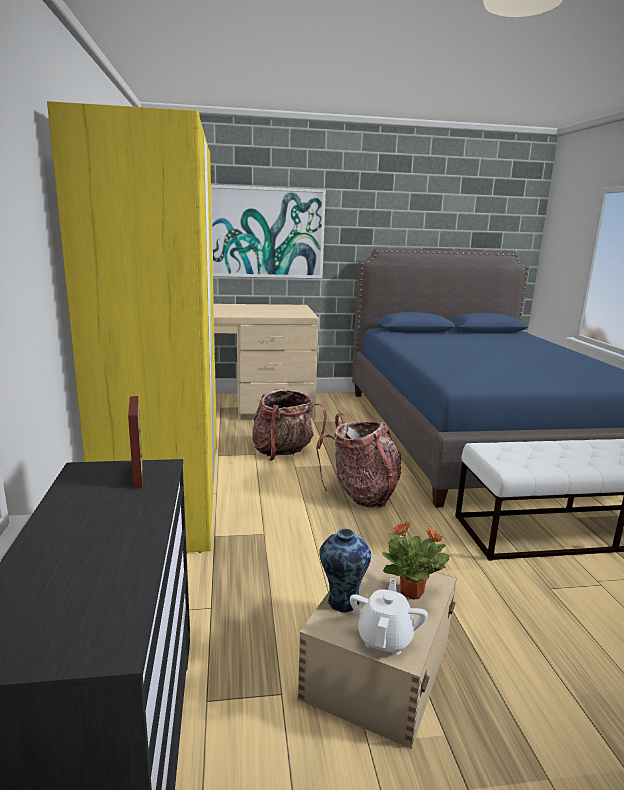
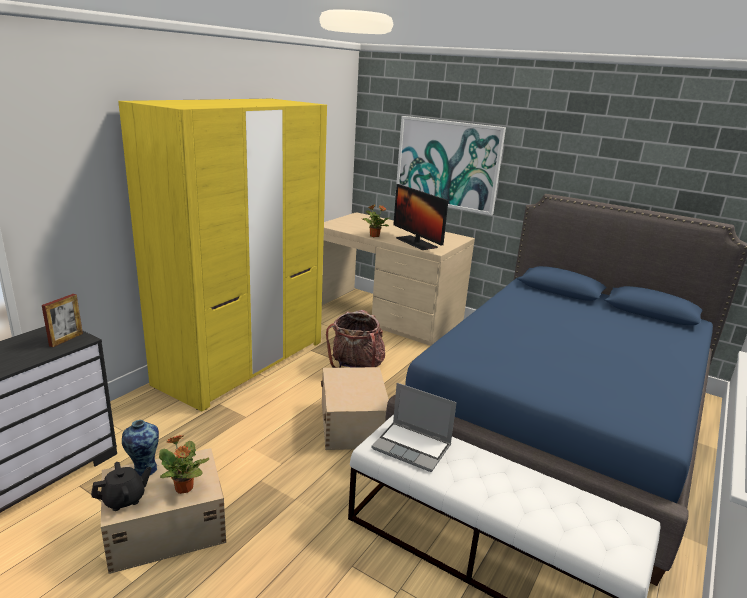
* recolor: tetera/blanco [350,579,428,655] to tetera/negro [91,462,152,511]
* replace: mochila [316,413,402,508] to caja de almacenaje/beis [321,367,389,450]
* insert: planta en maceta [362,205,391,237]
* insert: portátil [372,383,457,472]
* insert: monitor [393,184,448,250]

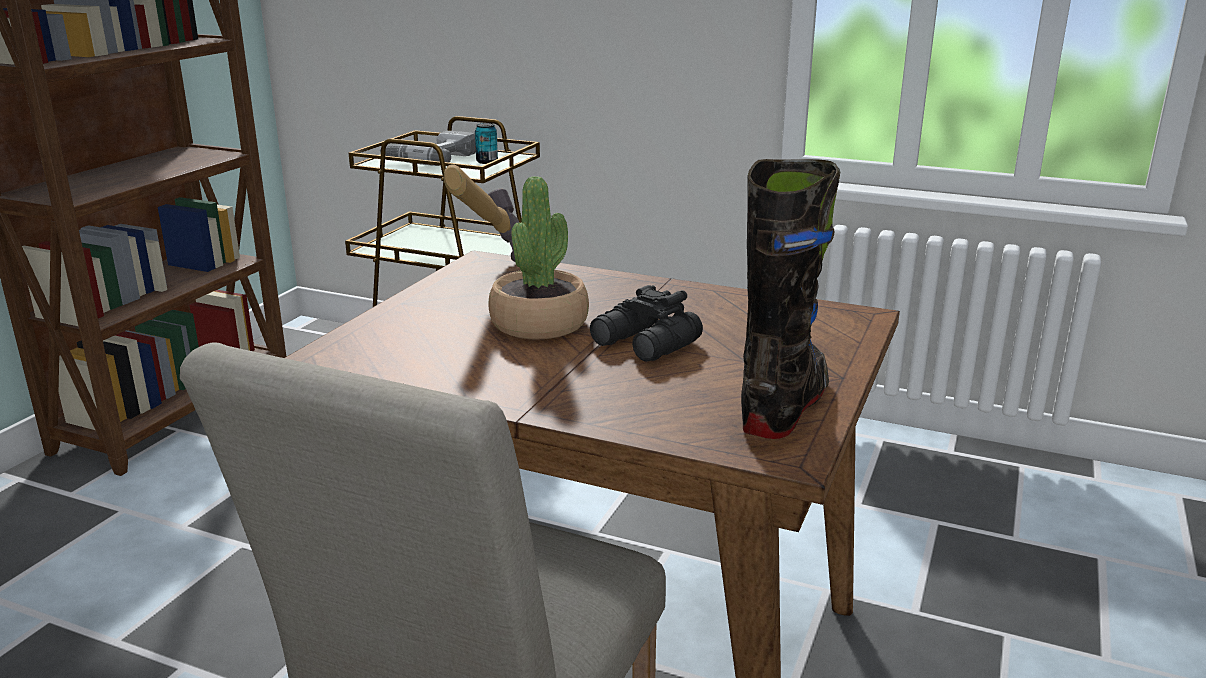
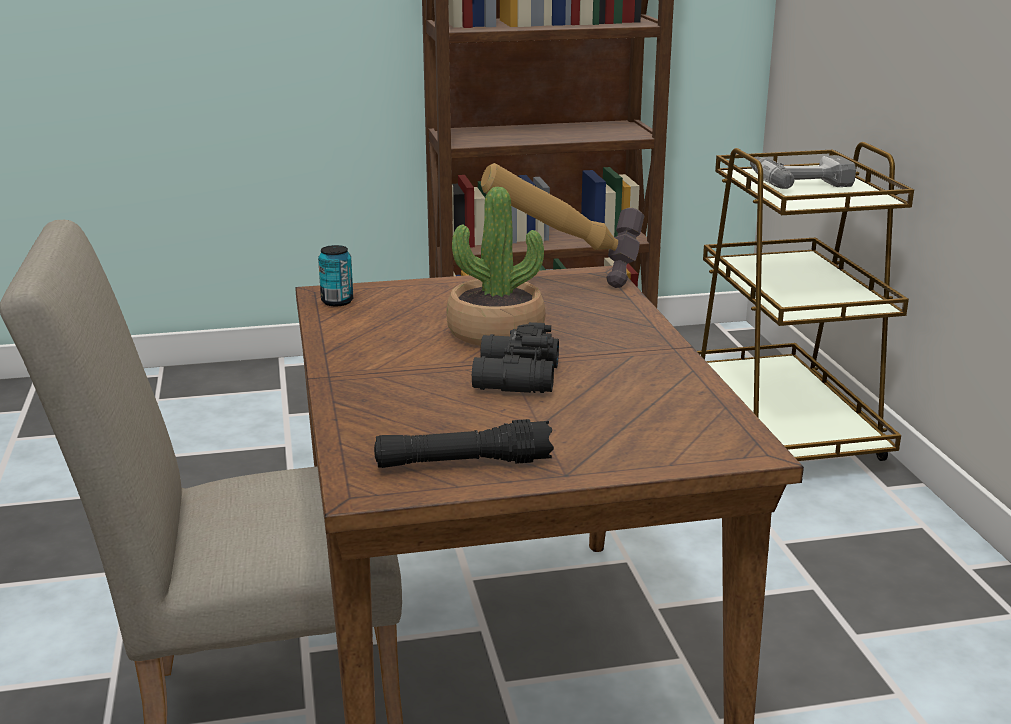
* move: lata [475,123,498,164] to [318,245,353,306]
* replace: bota/negro [741,159,840,439] to linterna/negro [374,419,554,468]

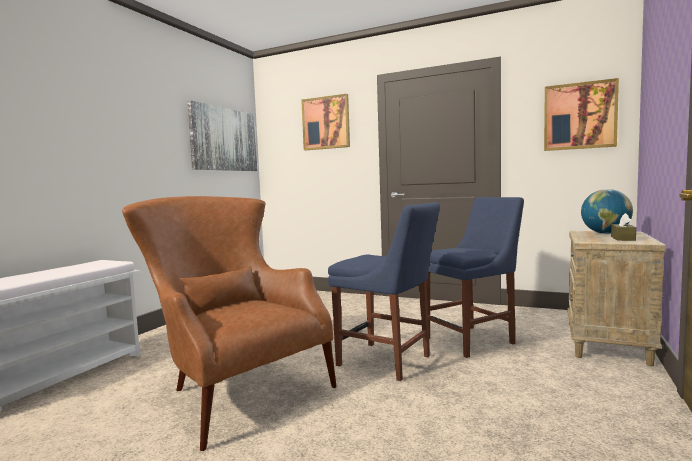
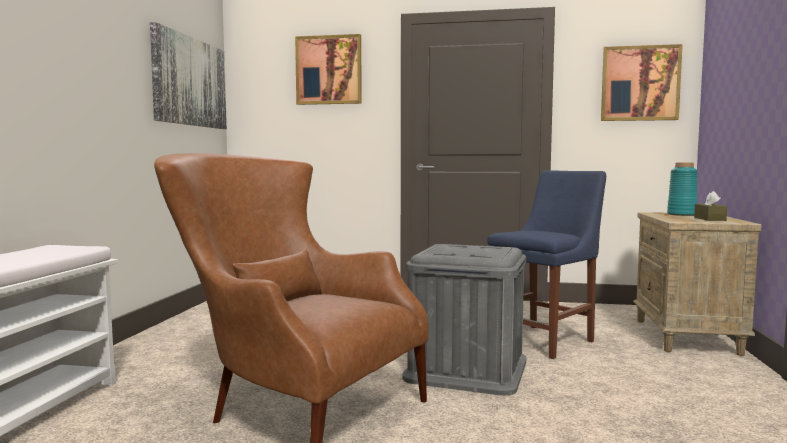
* replace: silla/azul [328,202,440,381] to caja de almacenaje/gris [402,244,526,396]
* replace: globo terráqueo [581,189,633,234] to florero/turquesa [667,163,698,216]

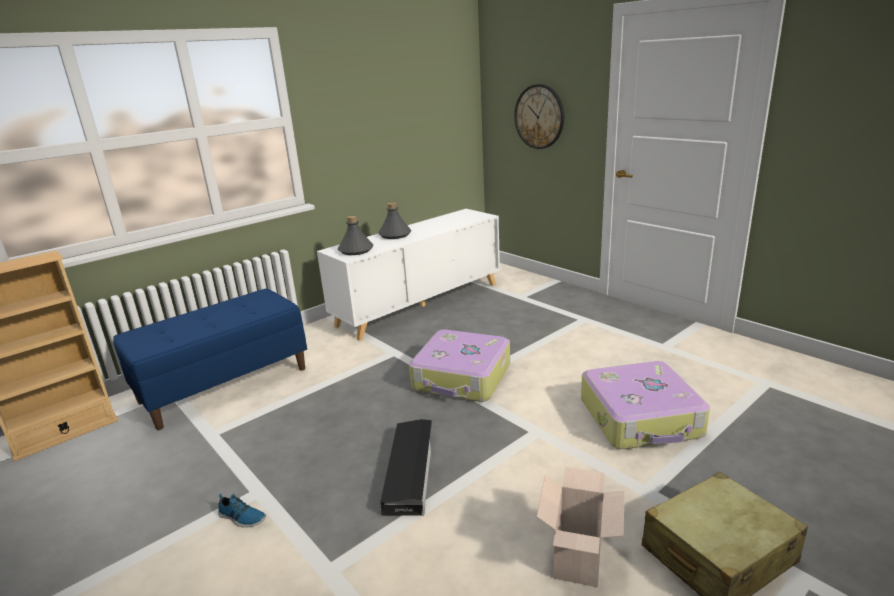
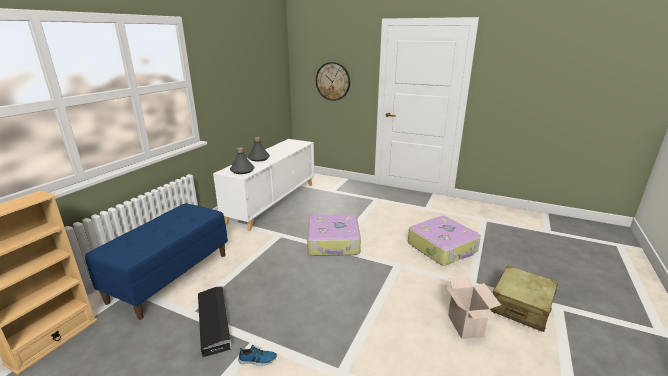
* move: caja de almacenaje/negro [380,419,432,516] to [198,286,232,357]

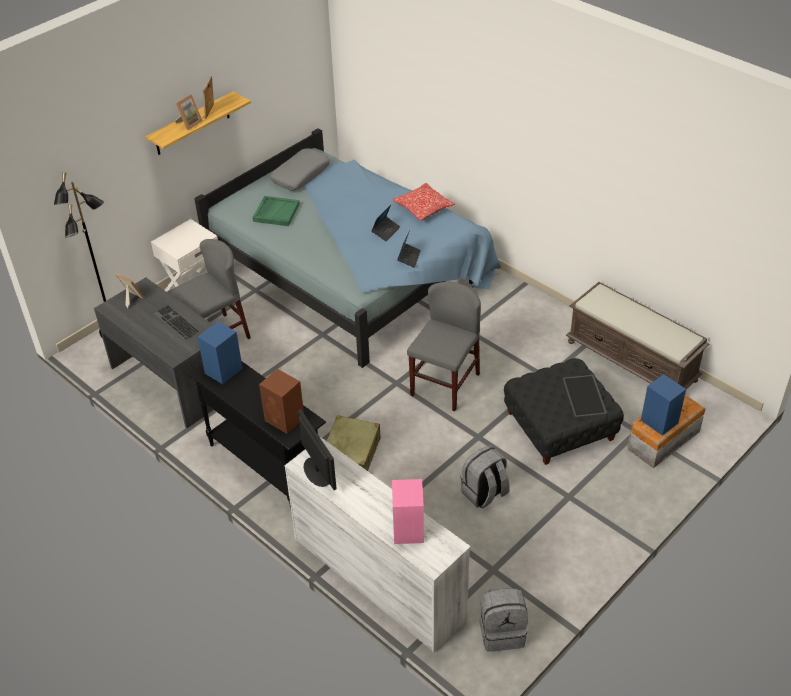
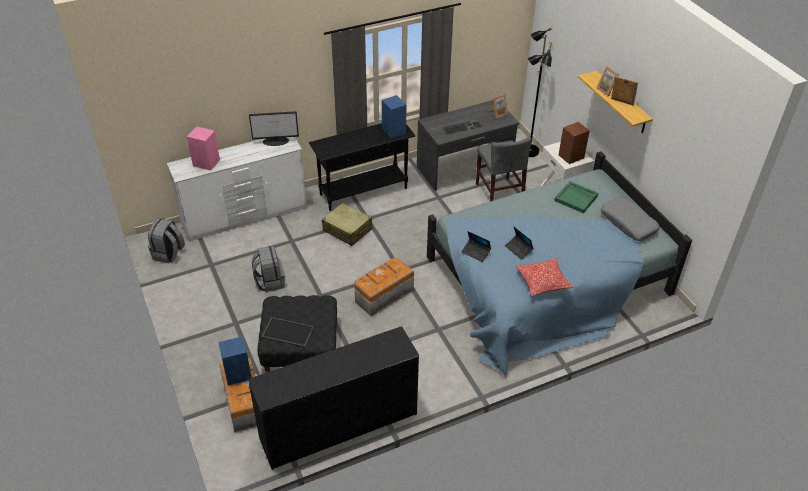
* replace: banco/marrón [566,282,709,389] to cómoda/negro [248,326,419,470]
* replace: silla/gris [407,282,481,411] to caja de almacenaje [354,258,414,316]
* move: altavoz/marrón [259,369,304,434] to [559,122,590,164]

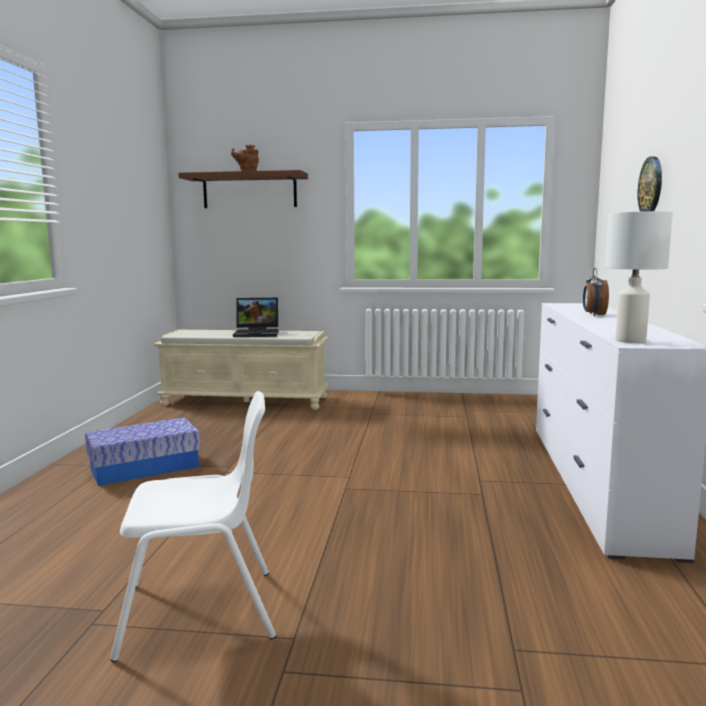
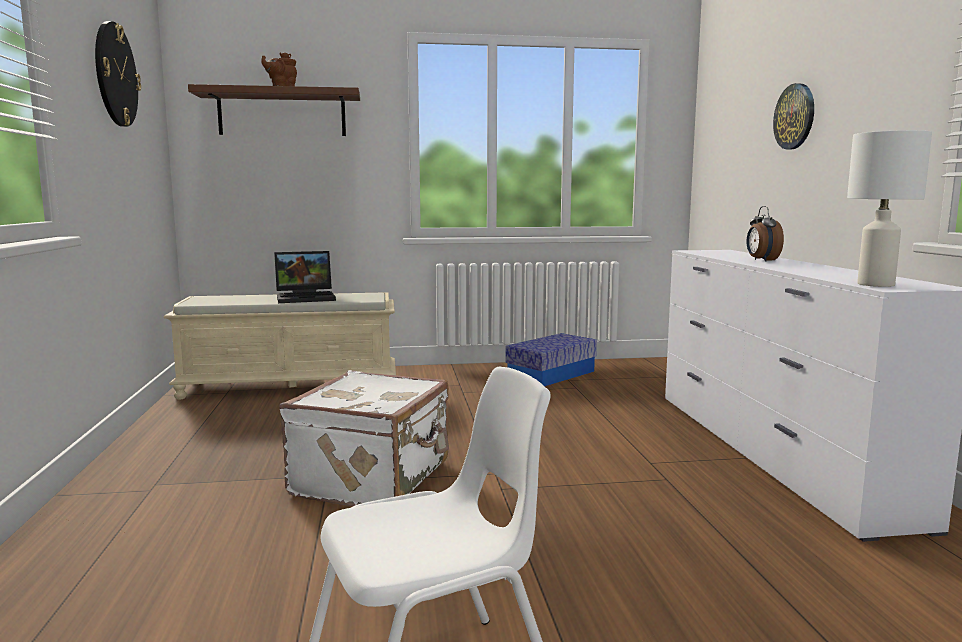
* insert: reloj de pared [95,21,141,127]
* insert: maleta/blanco [279,370,449,506]
* move: caja de almacenaje [85,417,201,486] to [505,333,597,386]

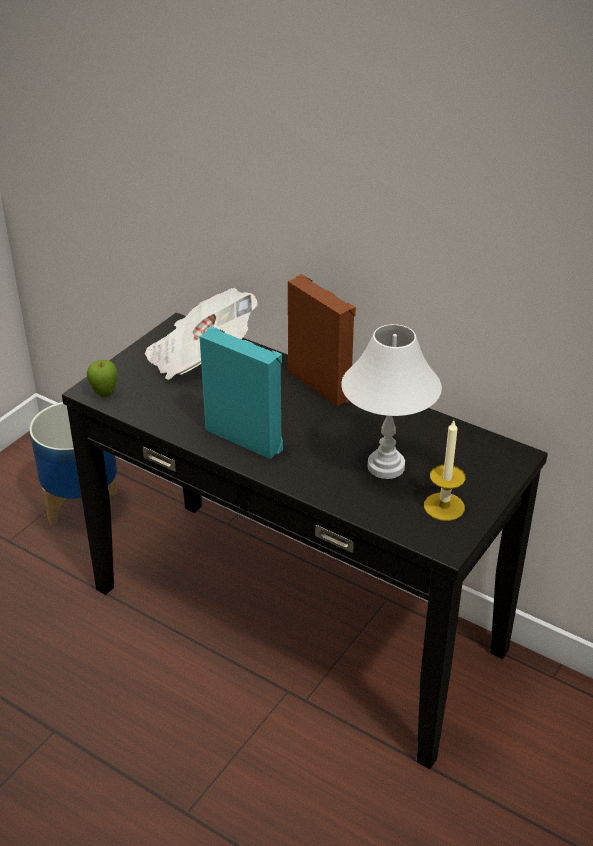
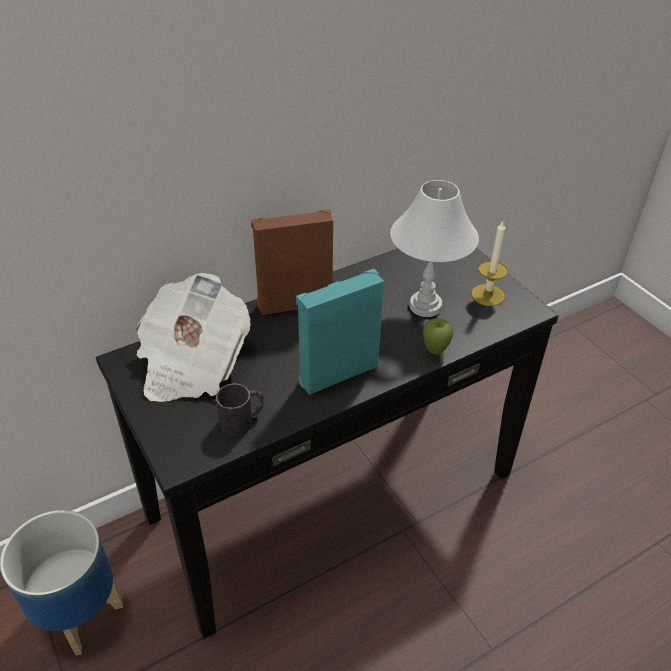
* insert: taza grande/negro [216,383,264,436]
* move: manzana [87,360,117,398] to [423,318,453,355]

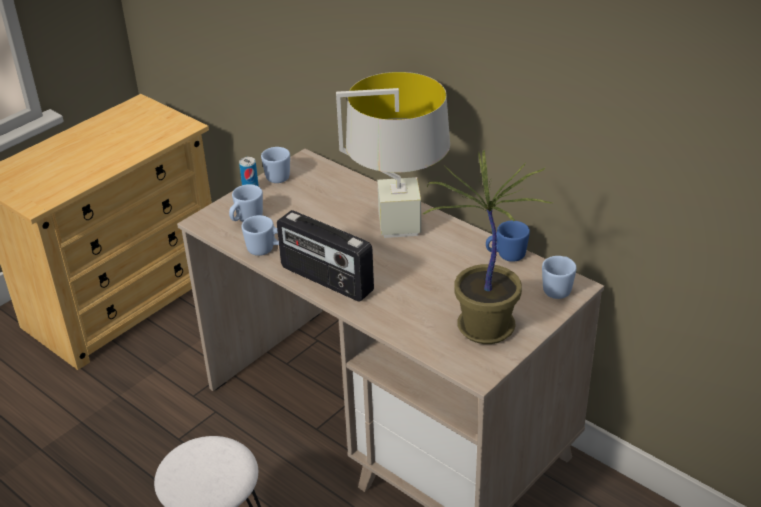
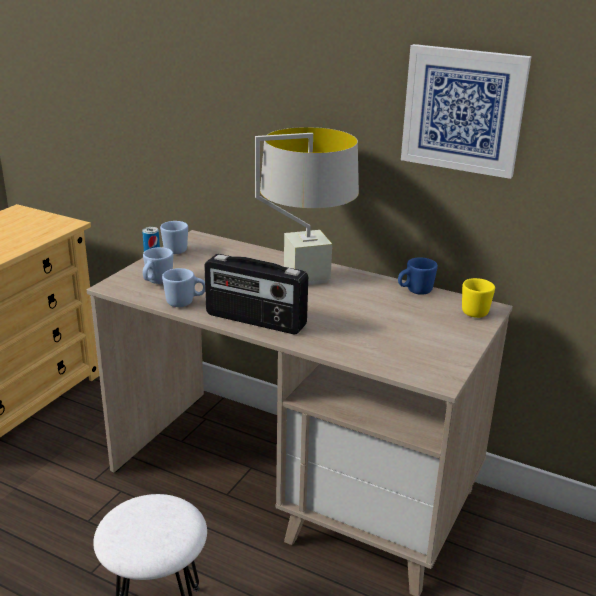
* insert: cuadro [401,44,532,179]
* recolor: taza grande/azul [542,256,577,299] to taza grande/amarillo [462,278,495,318]
* delete: planta en maceta [422,150,553,344]

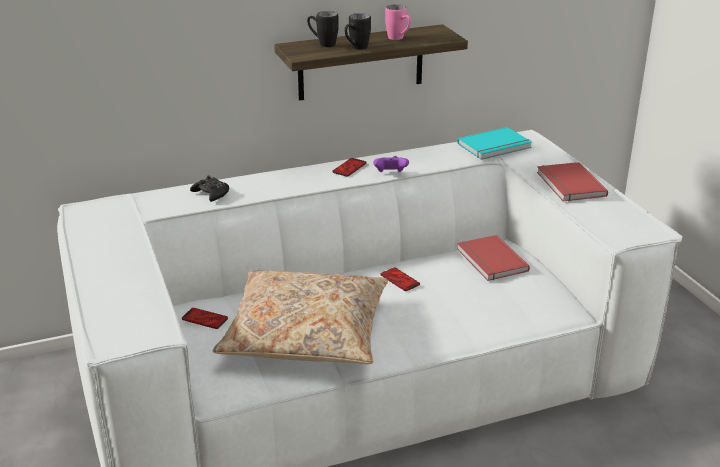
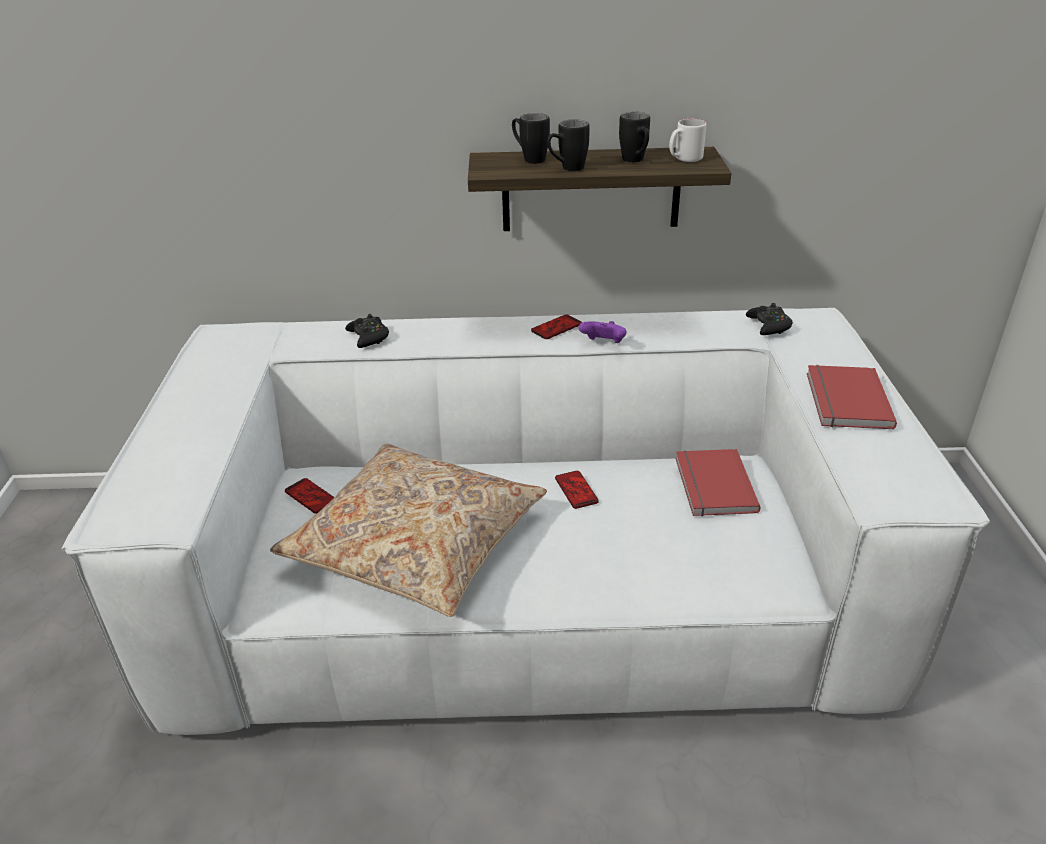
* recolor: taza grande/rosa [385,4,411,40] to taza grande/negro [619,112,650,162]
* insert: taza grande/blanco [669,119,706,162]
* replace: libro/turquesa [457,127,532,160] to mando de consola/negro [746,303,793,335]

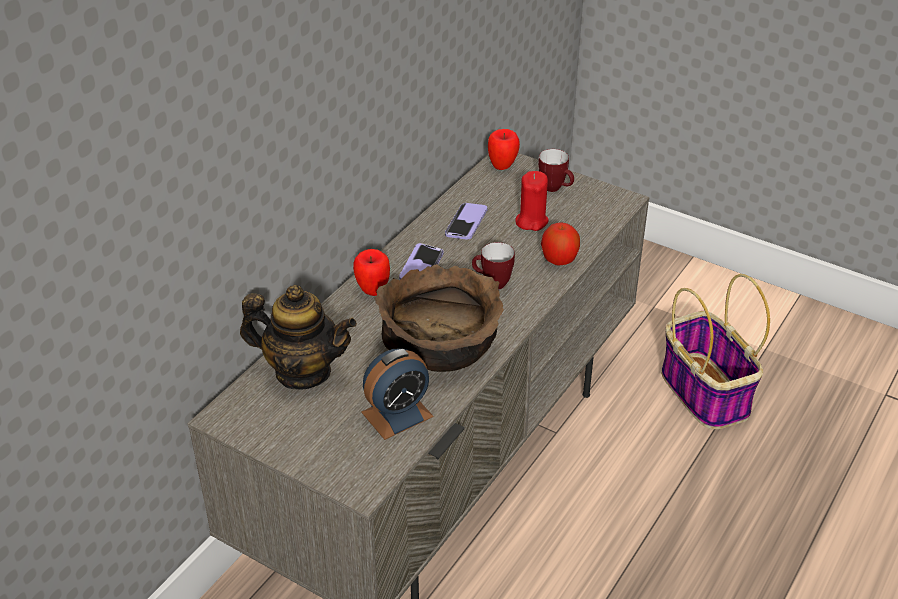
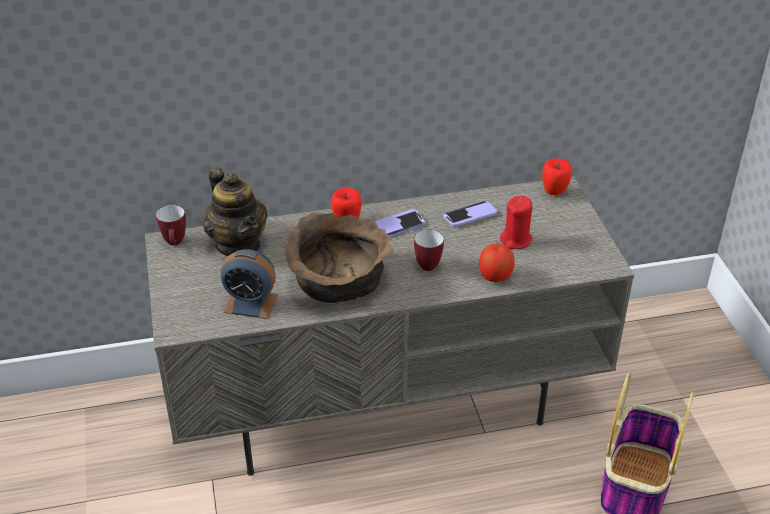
* move: taza grande [538,149,574,192] to [156,205,186,245]

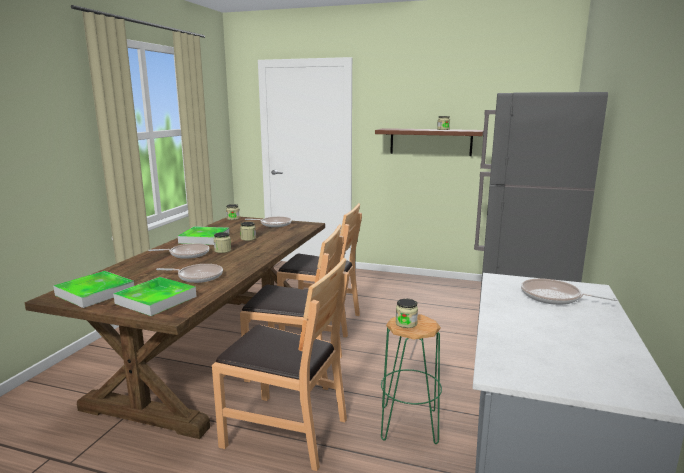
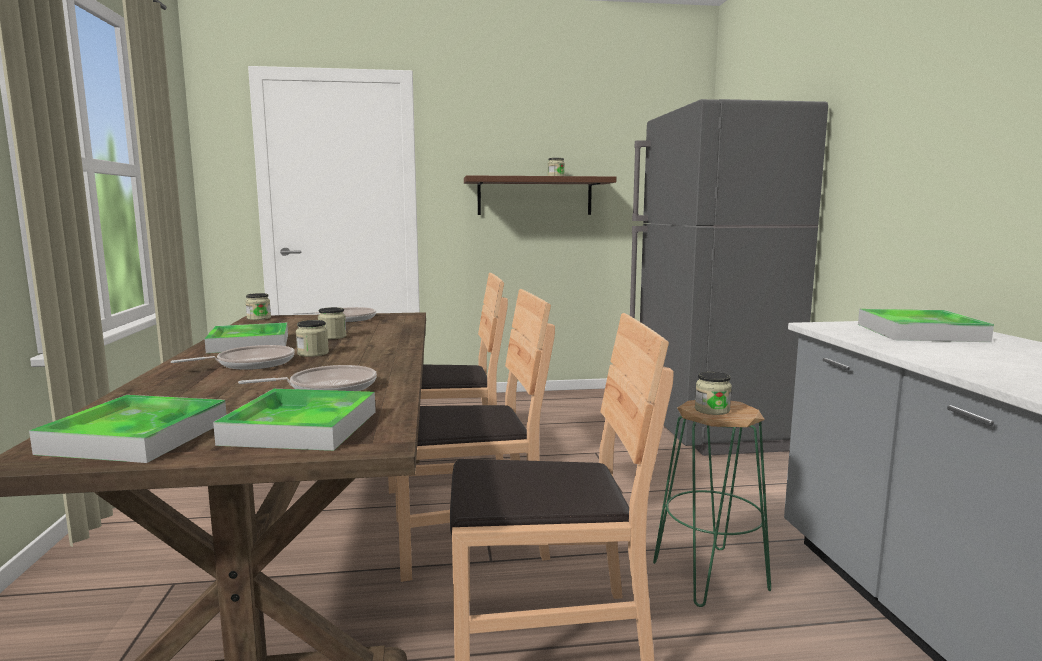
* replace: sartén [521,278,618,305] to bandeja [858,309,994,342]

